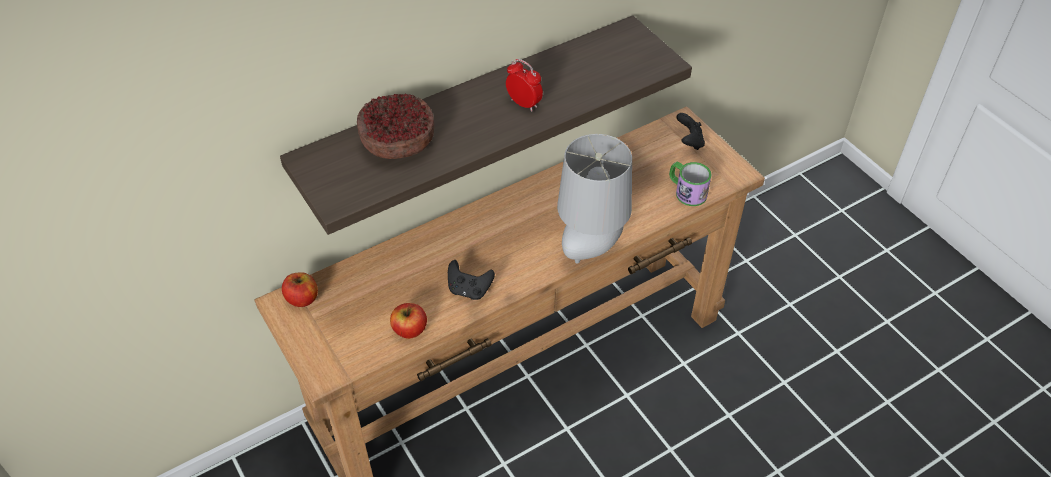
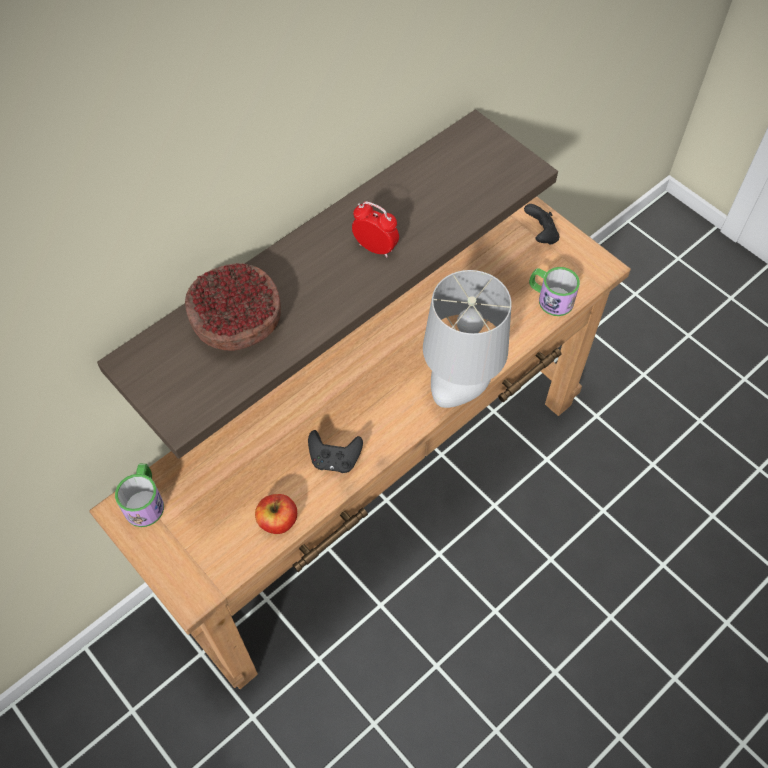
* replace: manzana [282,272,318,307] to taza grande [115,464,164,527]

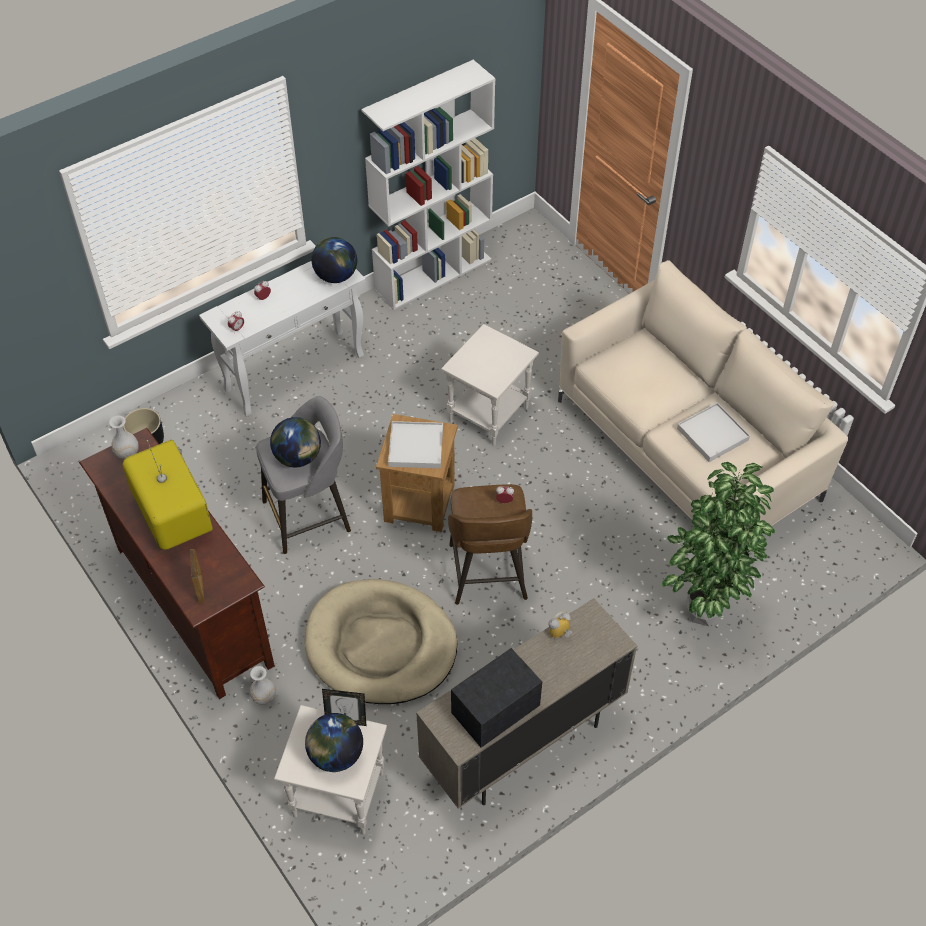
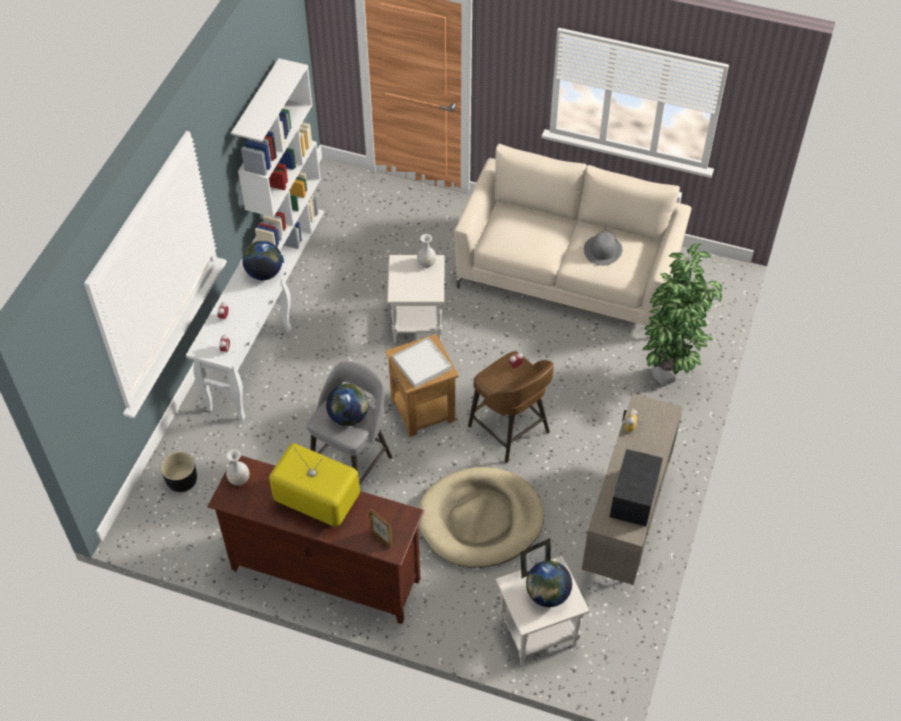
* move: florero/blanco [250,666,276,705] to [417,234,436,268]
* replace: bandeja/blanco [677,403,750,462] to sombrero/gris [584,231,622,266]

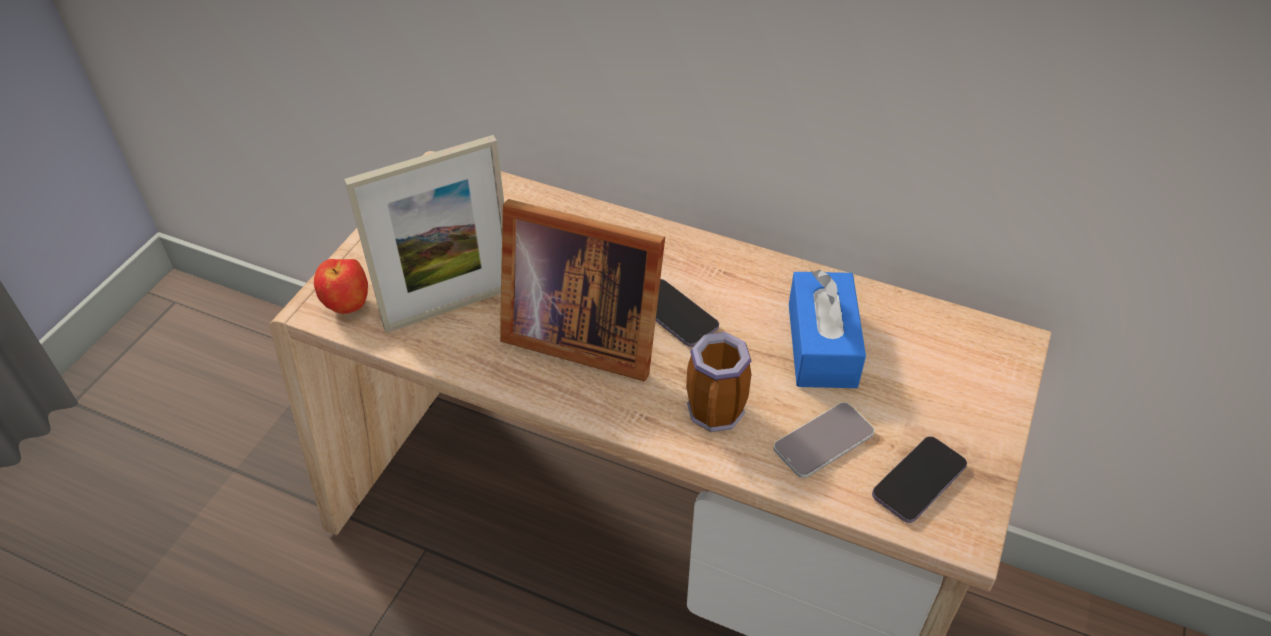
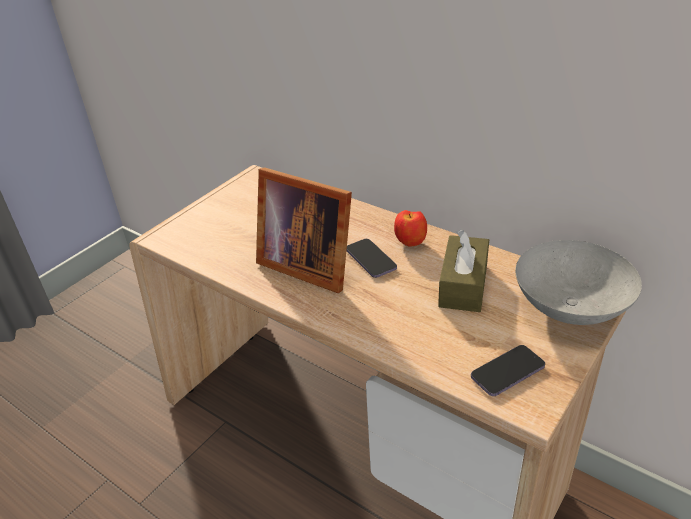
* move: manzana [314,259,368,314] to [394,210,427,247]
* recolor: caja de pañuelos/azul [789,270,866,388] to caja de pañuelos/marrón [438,230,489,312]
* insert: cuenco/gris [515,240,642,325]
* delete: portarretratos [344,135,504,333]
* delete: taza grande [686,332,752,432]
* delete: móvil [773,402,875,478]

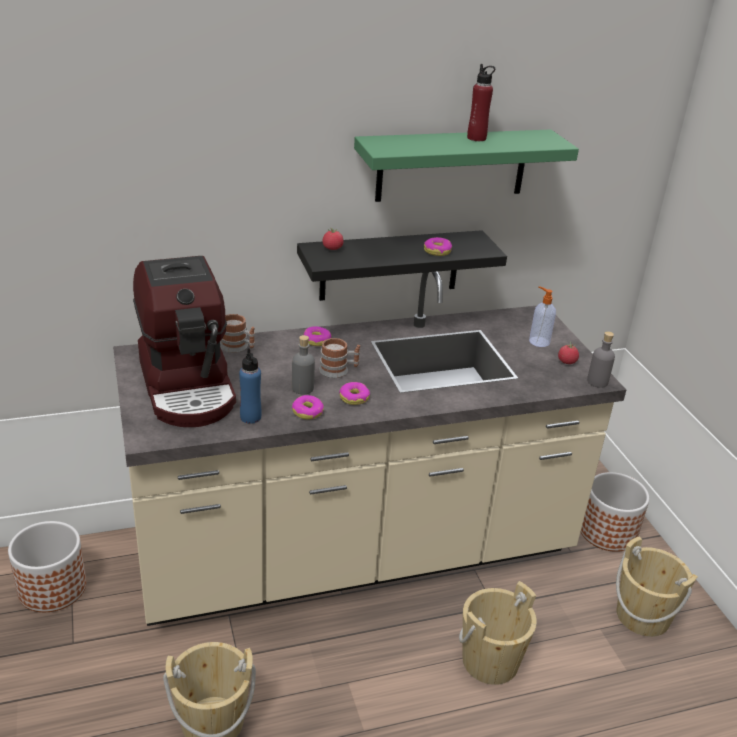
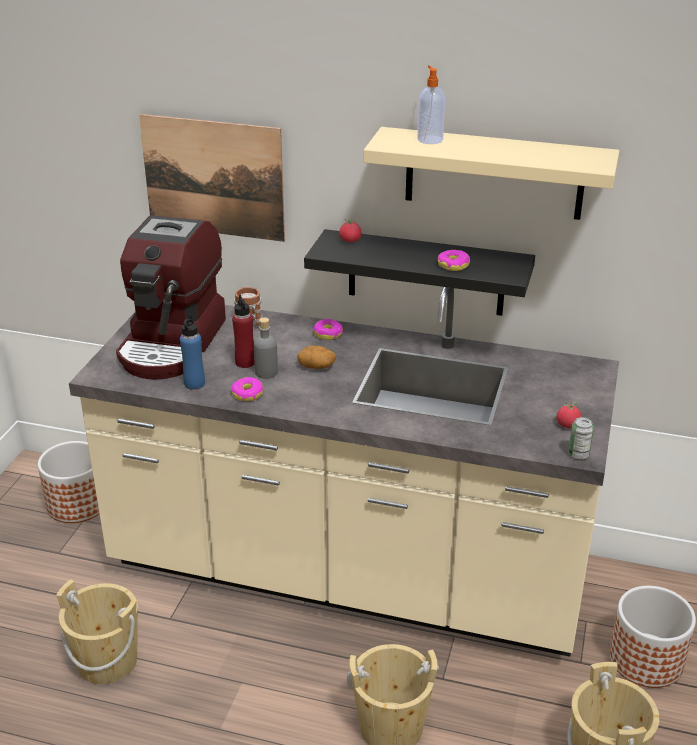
* insert: cuadro [139,114,285,242]
* move: botella/rojo [467,64,495,141] to [232,294,255,368]
* replace: taza grande [319,338,360,378] to patata [297,346,336,369]
* recolor: estante/verde [354,129,579,202] to estante/beis [363,127,619,220]
* move: dispensador de jabón [529,286,556,347] to [417,65,445,144]
* replace: botella/gris [587,331,615,388] to lata [568,417,594,460]
* delete: rosquilla [339,382,370,405]

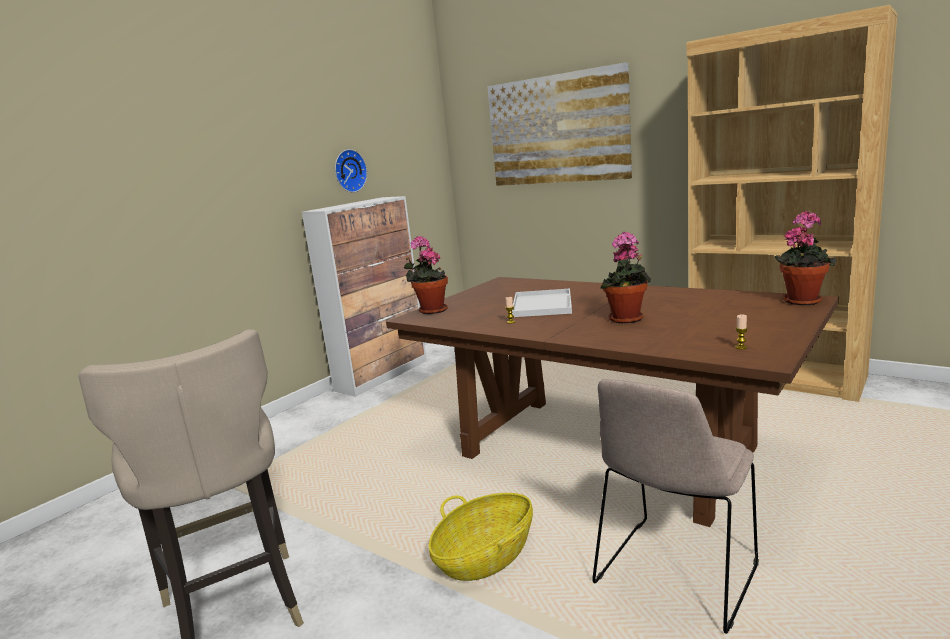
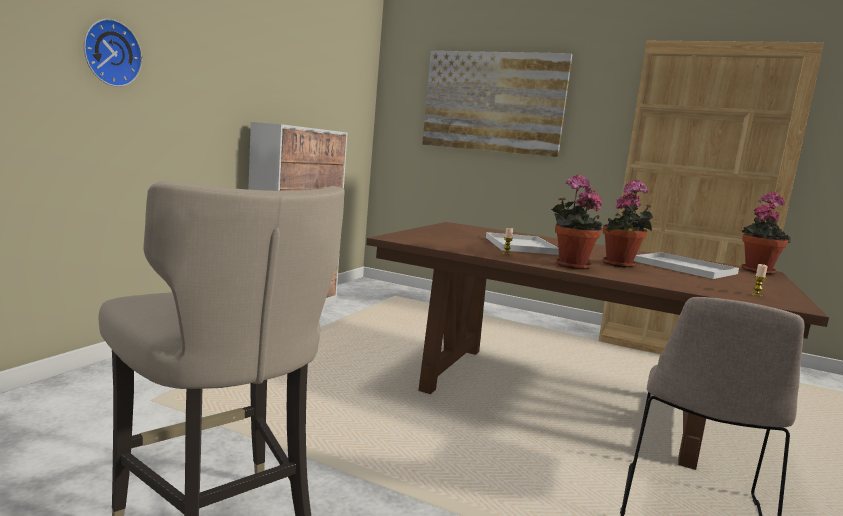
* move: reloj de pared [335,149,367,192] to [84,19,142,87]
* move: planta en maceta [404,236,448,314] to [551,175,602,270]
* insert: bandeja/blanco [634,252,739,279]
* delete: cesta [429,493,533,581]

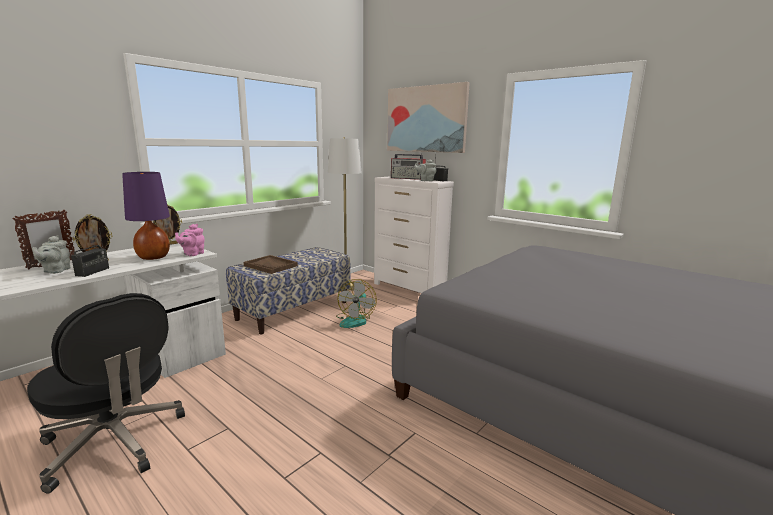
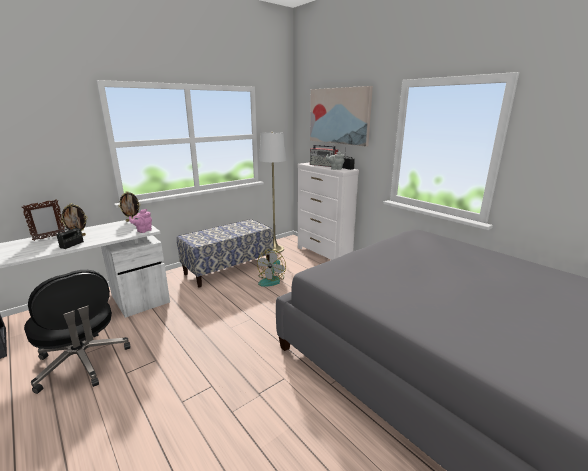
* delete: tetera/gris [32,235,71,274]
* delete: lámpara de mesa/morado [122,172,170,260]
* delete: bandeja/marrón [244,255,298,274]

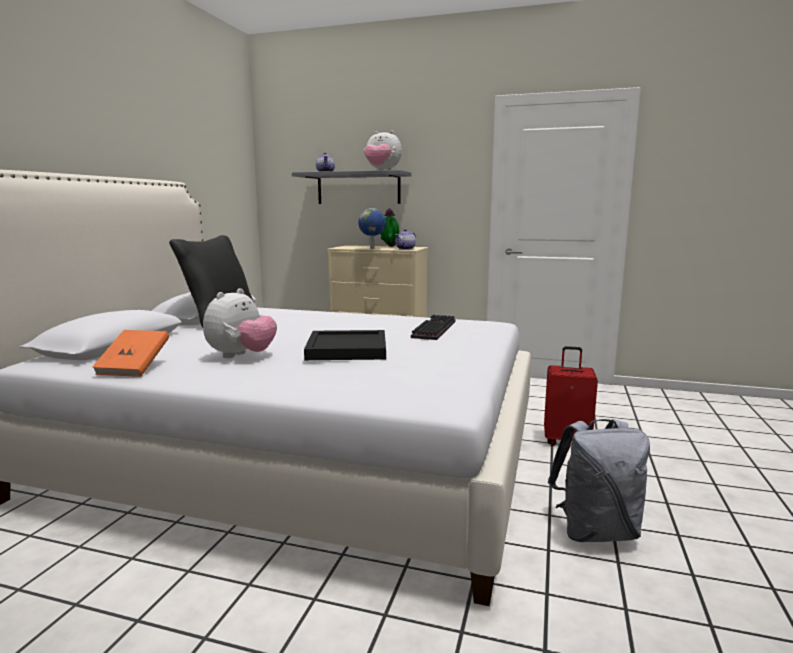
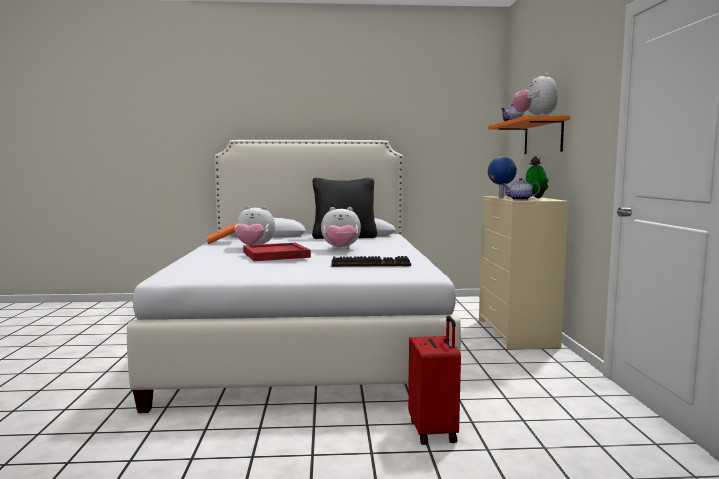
* recolor: bandeja/negro [304,330,386,360] to bandeja/rojo [243,243,311,261]
* insert: peluche [321,207,361,249]
* recolor: estante/gris [292,170,411,204] to estante/naranja [488,115,570,154]
* delete: mochila/gris [548,419,650,542]

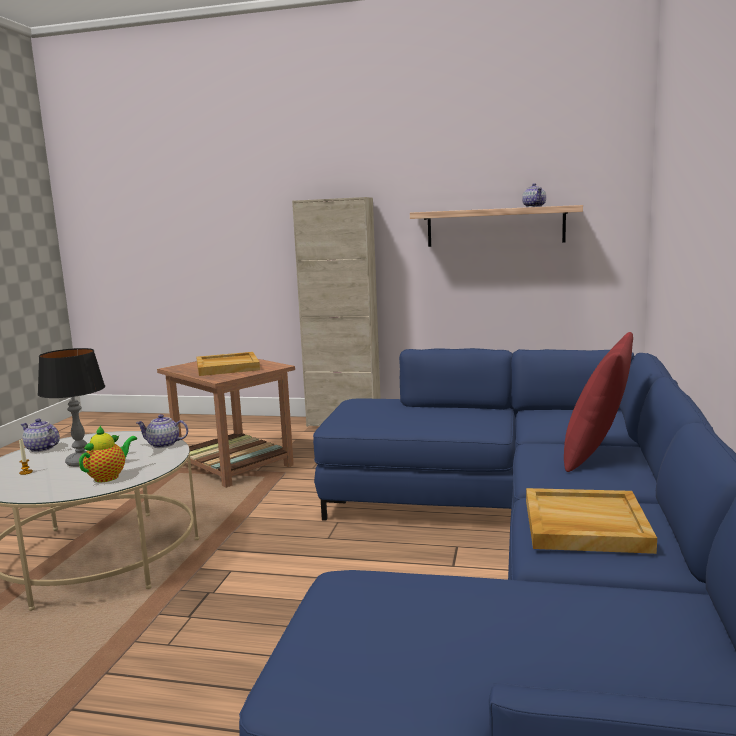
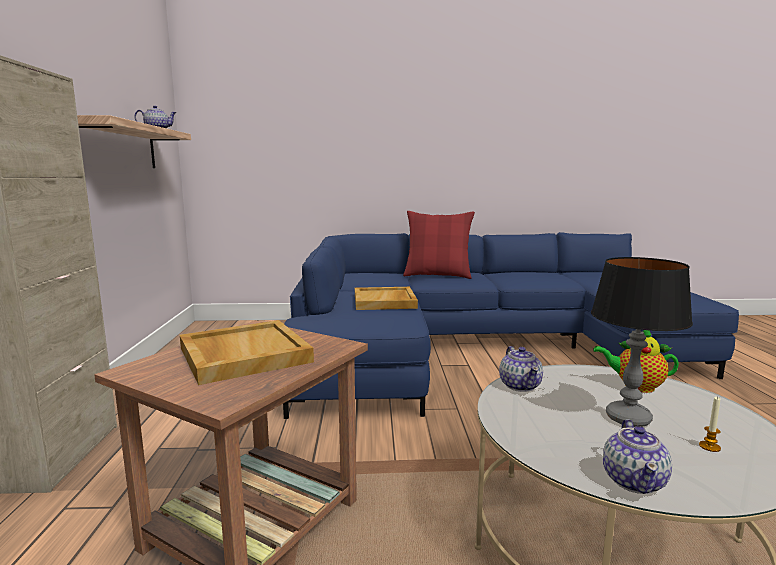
* move: bandeja/beis [526,488,657,554] to [355,287,418,310]

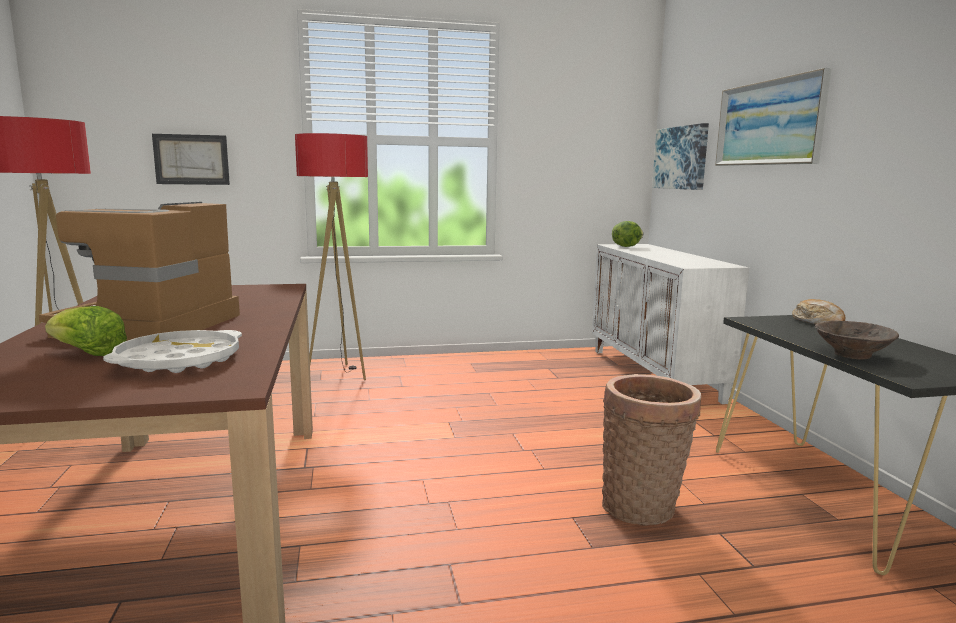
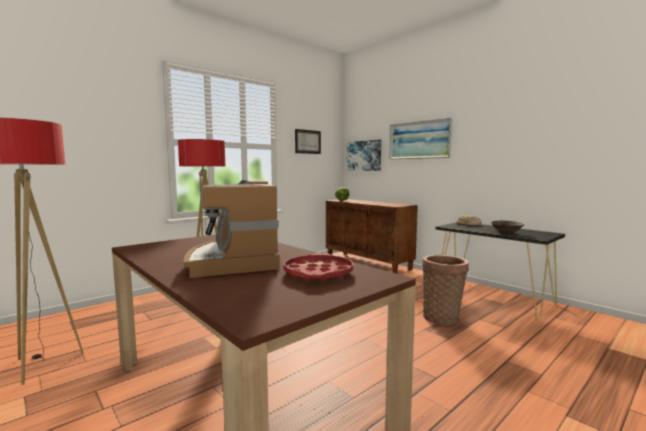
* recolor: bandeja/blanco [103,330,242,373] to bandeja/rojo [283,253,353,281]
* move: cuadro [152,134,230,185] to [295,129,321,154]
* recolor: armario/blanco [592,244,749,404] to armario/marrón [326,199,418,274]
* delete: lechuga [45,306,127,356]

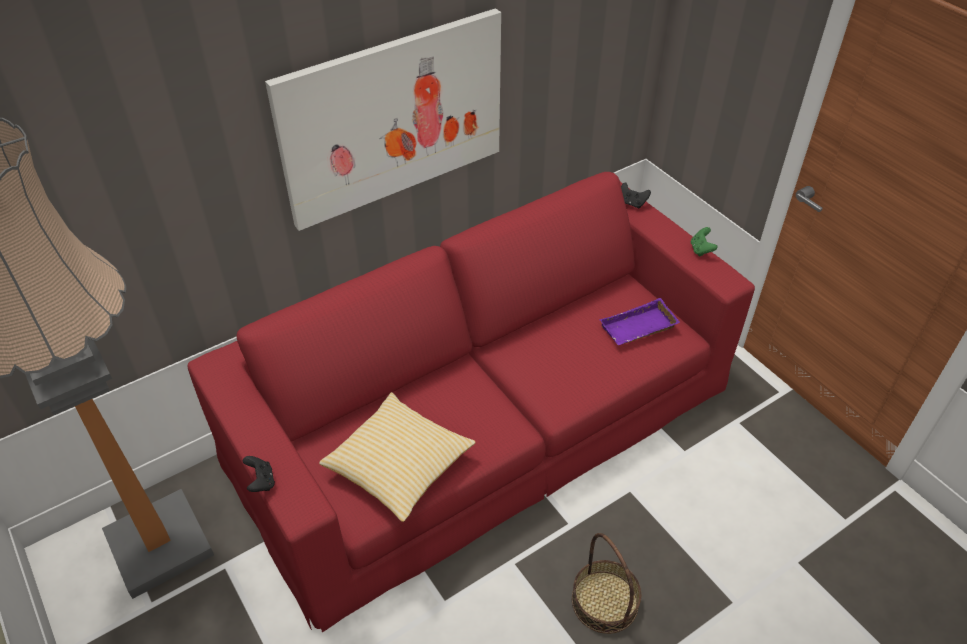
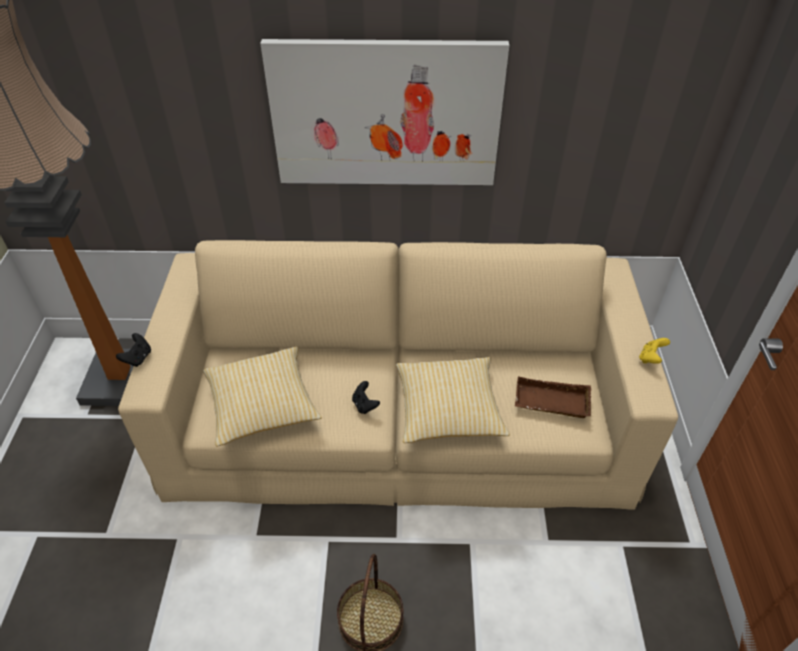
* recolor: sofá/rojo [188,172,755,632] to sofá/beis [118,240,678,510]
* move: mando de consola/negro [621,182,651,208] to [352,381,380,414]
* insert: cojín [396,357,510,443]
* recolor: bandeja/morado [600,298,680,345] to bandeja/marrón [515,376,591,418]
* recolor: mando de consola/verde [691,227,717,257] to mando de consola/amarillo [639,338,670,364]

